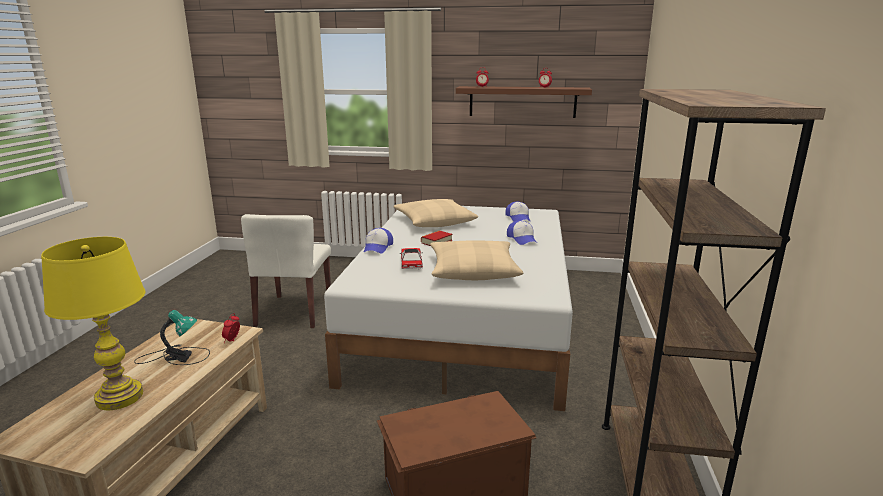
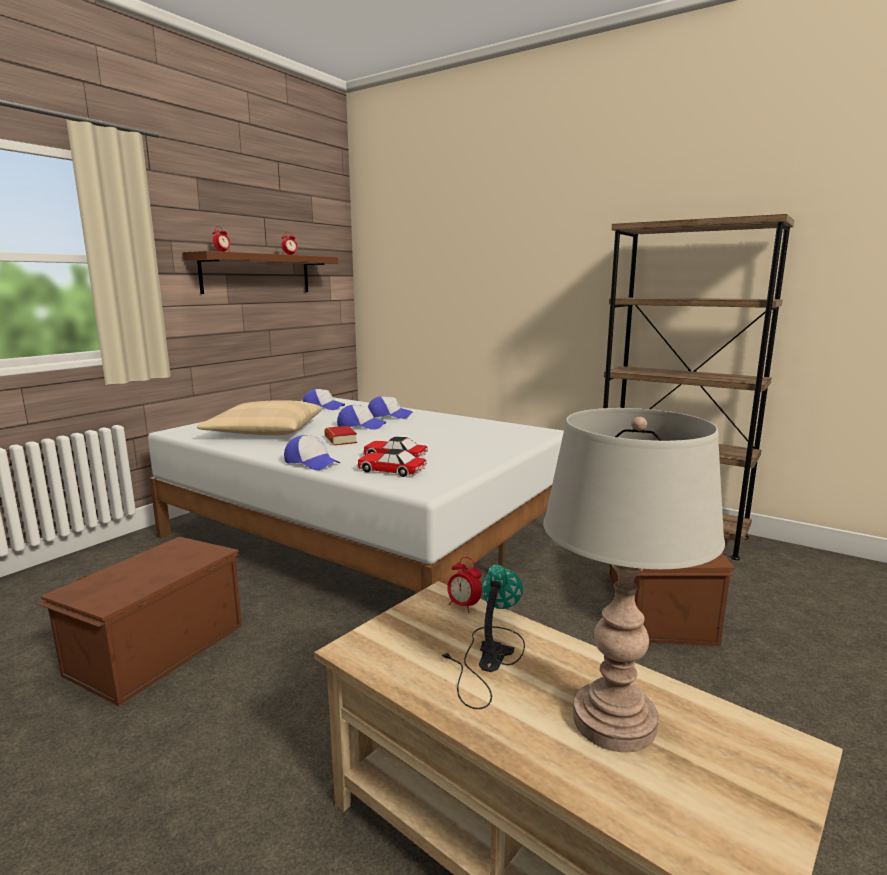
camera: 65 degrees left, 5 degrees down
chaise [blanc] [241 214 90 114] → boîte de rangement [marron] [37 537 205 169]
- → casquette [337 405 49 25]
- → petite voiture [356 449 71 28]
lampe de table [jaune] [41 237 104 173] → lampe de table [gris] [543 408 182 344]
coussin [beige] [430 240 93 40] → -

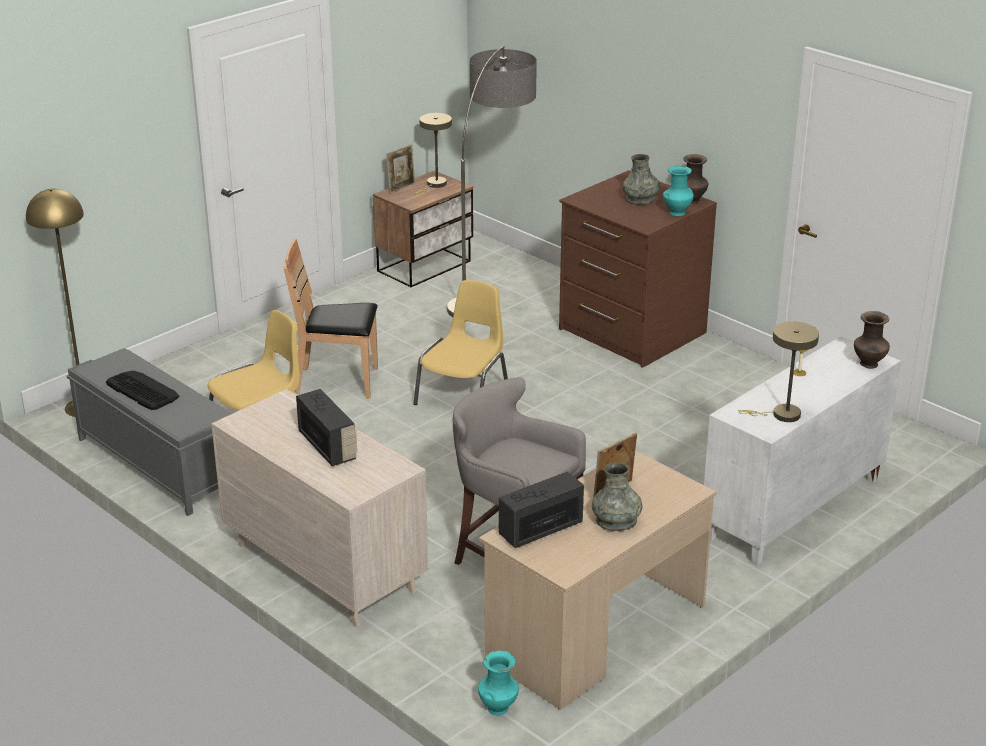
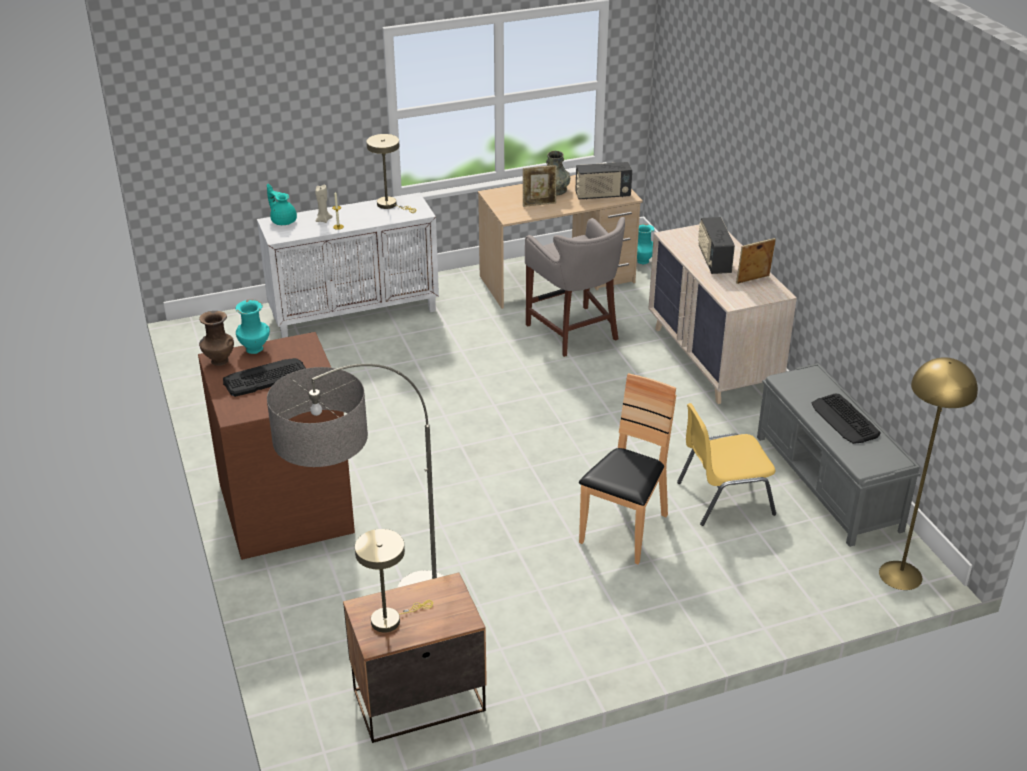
camera: 155 degrees left, 5 degrees up
vase [gris] [623 154 37 51] → clavier [223 358 83 39]
vase [marron] [854 311 36 58] → théière [turquoise] [267 184 30 41]
- → bougie [beige] [315 184 18 39]
chaise [marron] [284 239 94 159] → chaise [marron] [579 373 97 191], 90 degrees counterclockwise
cadre photo [386 144 29 50] → cadre photo [736 238 40 46], move
chaise [jaune] [413 280 95 125] → -

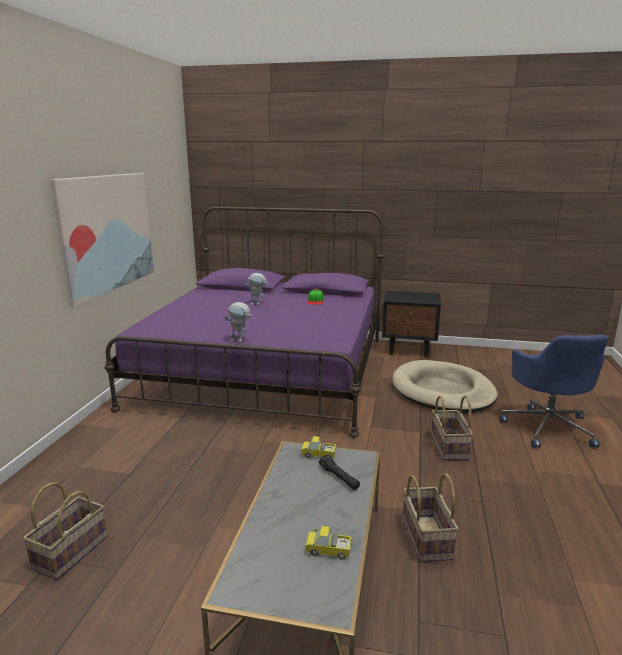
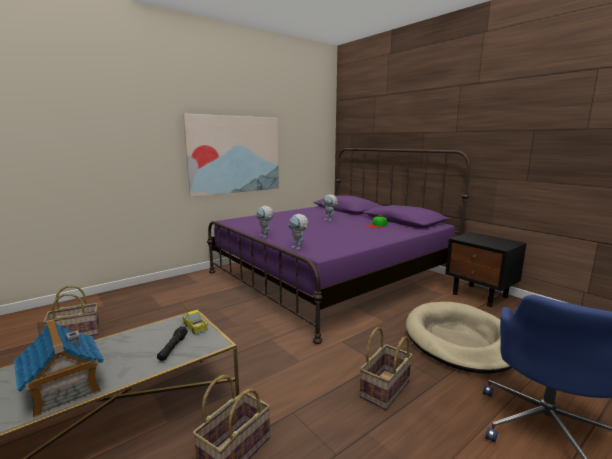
camera: 40 degrees right, 5 degrees down
camion jouet [305 526 47 34] → maison miniature [14 319 90 99]
- → robot jouet [288 214 21 36]

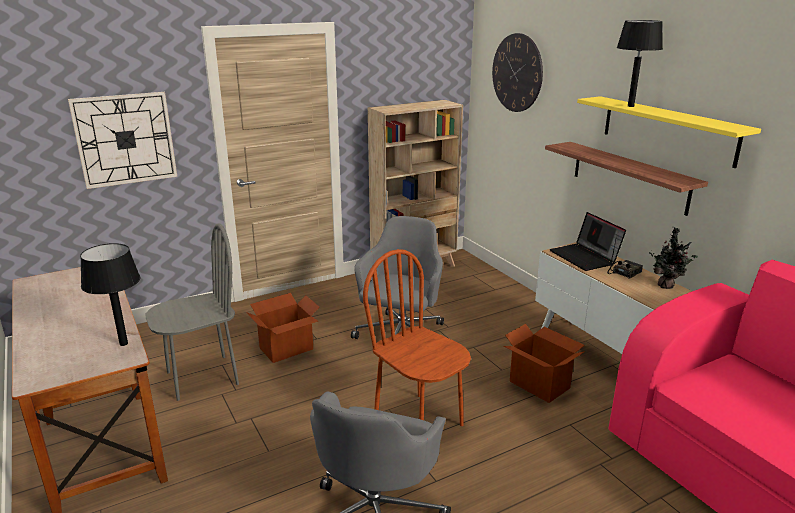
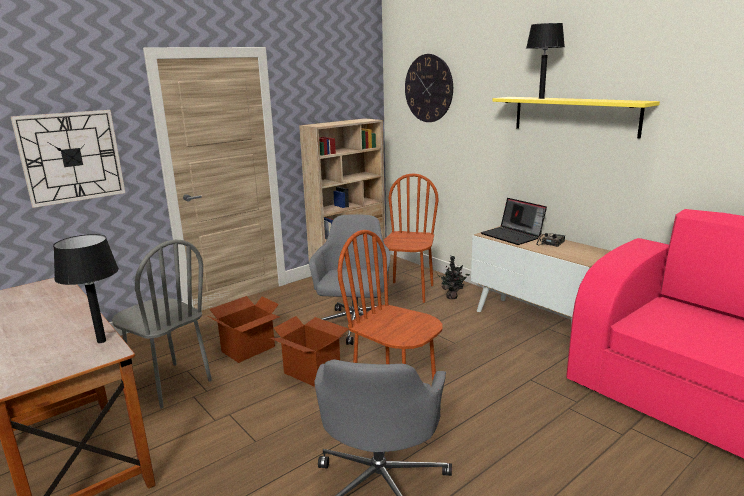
camera: 10 degrees left, 5 degrees down
chaise [gris] [146 223 93 178] → chaise [gris] [112 240 100 169], 75 degrees clockwise
carton [504 324 81 79] → carton [270 316 79 71], move
- → chaise [marron] [383 173 56 130]
plante en pot [649 227 49 62] → plante en pot [439 255 31 44], move
étagère [545 142 163 74] → -

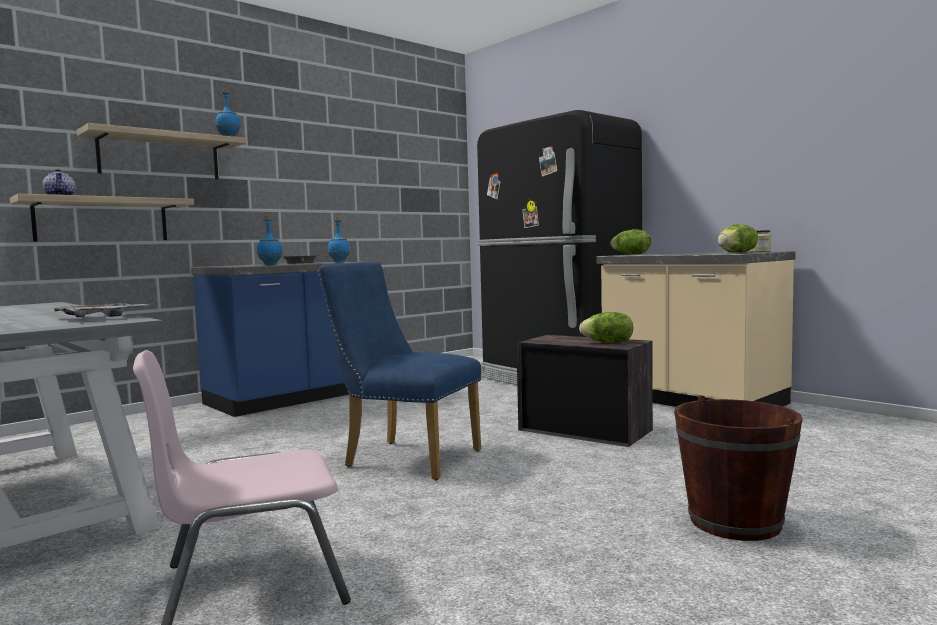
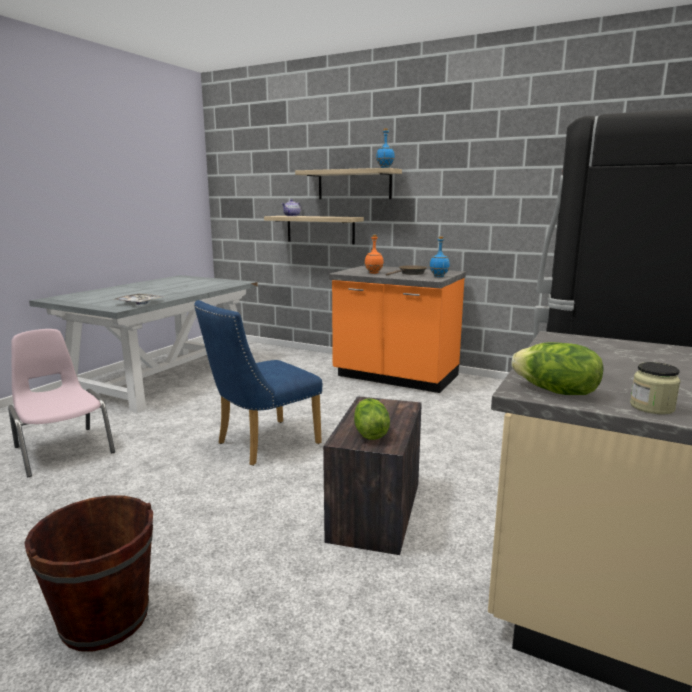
camera: 70 degrees right, 10 degrees up
chaise [bleu] [318 262 163 219] → chaise [bleu] [194 300 128 166], 135 degrees counterclockwise
comptoir de cuisine [bleu] [191 262 171 155] → comptoir de cuisine [orange] [329 265 137 128]
bouteille [bleu] [257 216 26 49] → bouteille [orange] [365 235 19 39]
laitue [610 229 41 26] → -

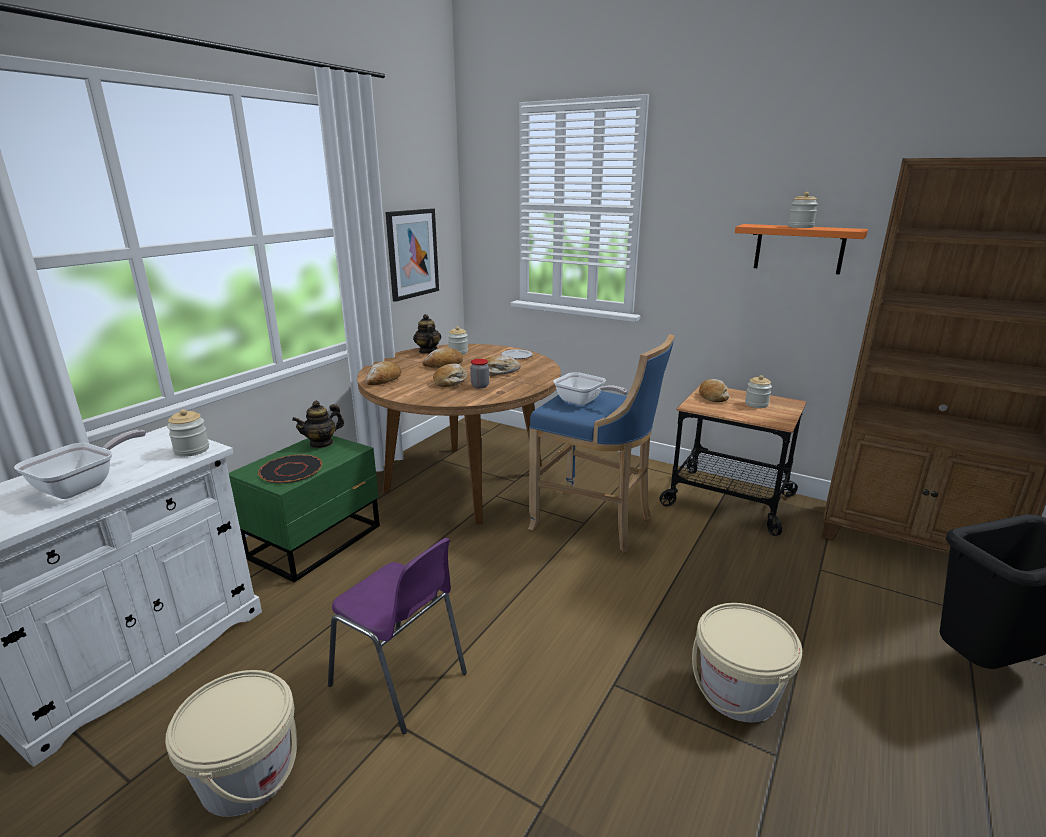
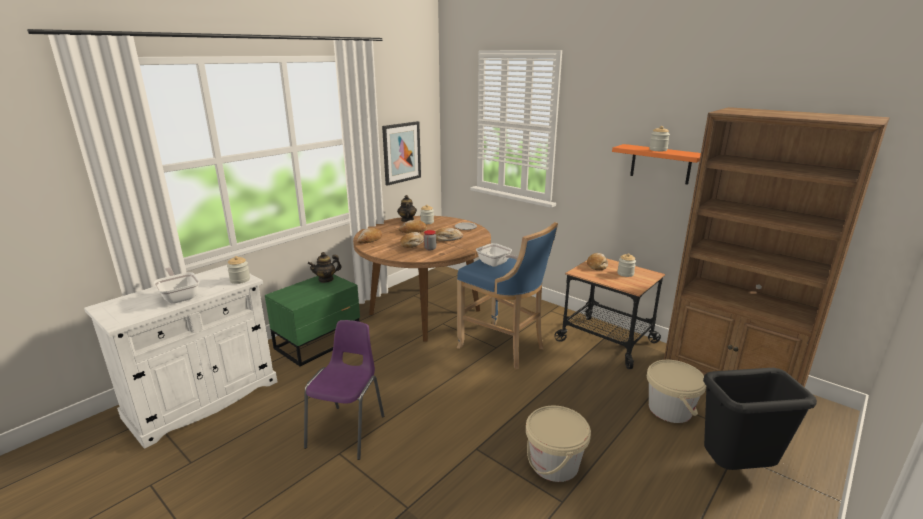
camera: 10 degrees right, 0 degrees up
poêle [14 430 132 69] → poêle [154 267 46 37], 75 degrees counterclockwise
chaise [violet] [328 538 139 196] → chaise [violet] [304 320 80 140], 120 degrees counterclockwise
seau [beige] [165 670 132 147] → seau [beige] [647 360 59 63], move
assiette [noir] [258 454 64 30] → -

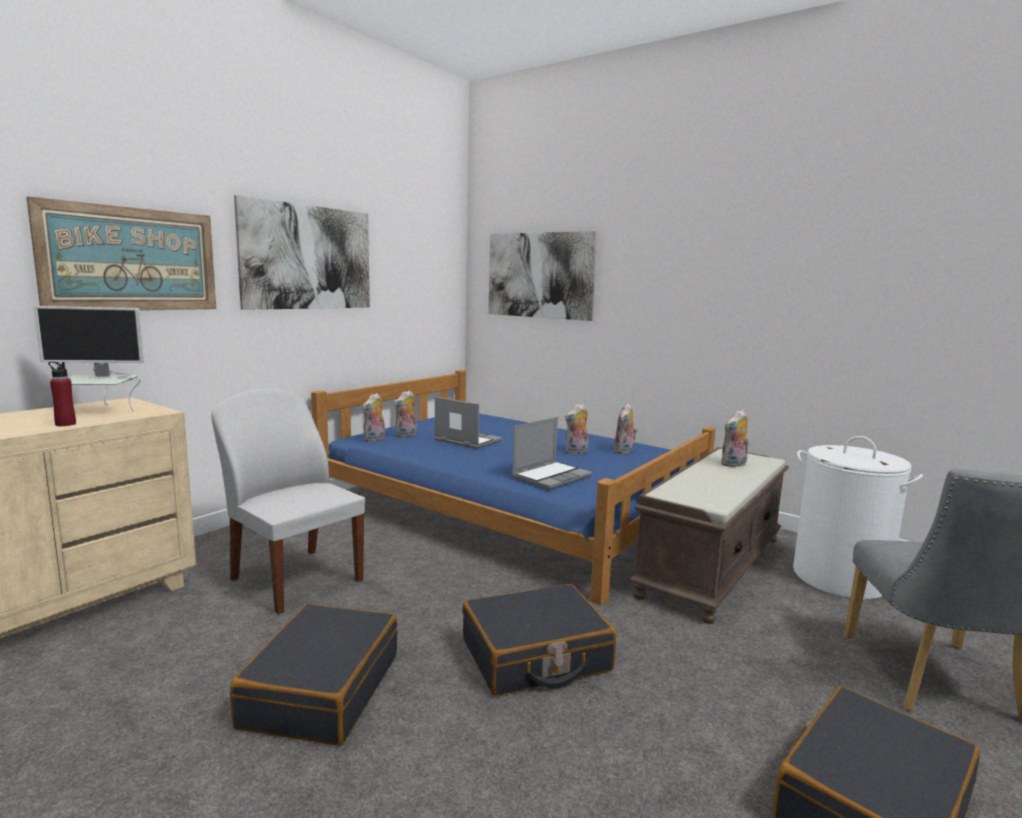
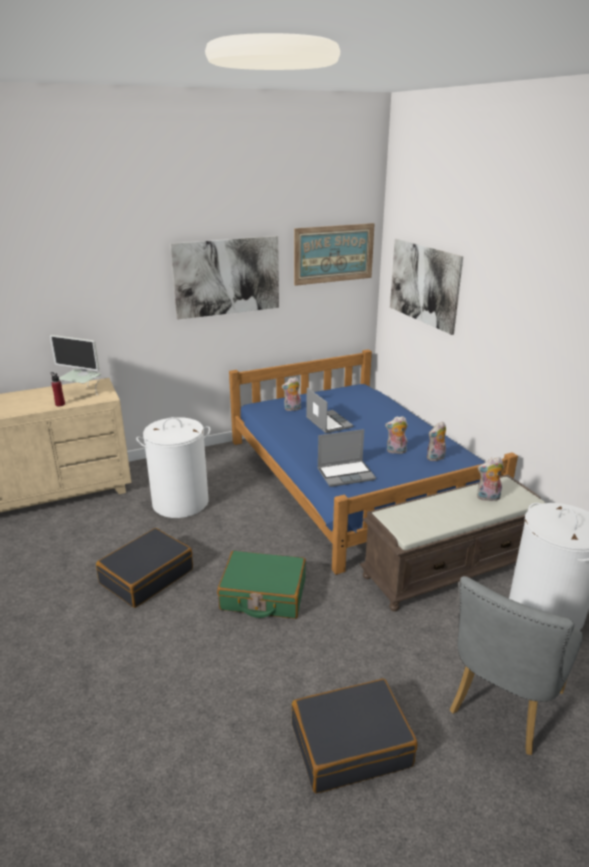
camera: 30 degrees right, 15 degrees up
chaise [blanc] [211 389 154 225] → panier à linge [blanc] [136 417 74 101]
valise [noir] [462 584 154 112] → valise [vert] [217 551 89 68]
tableau [26 196 190 115] → tableau [294 223 81 63], move
peluche [362 393 23 49] → -

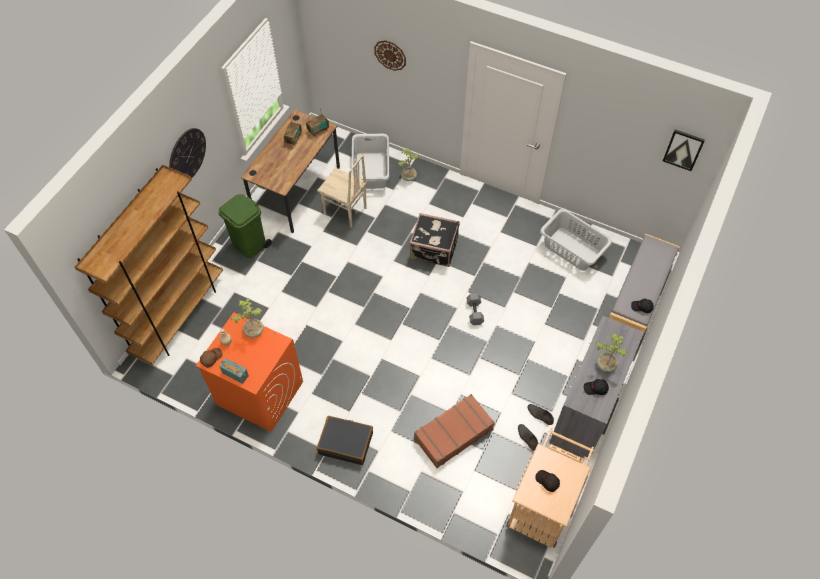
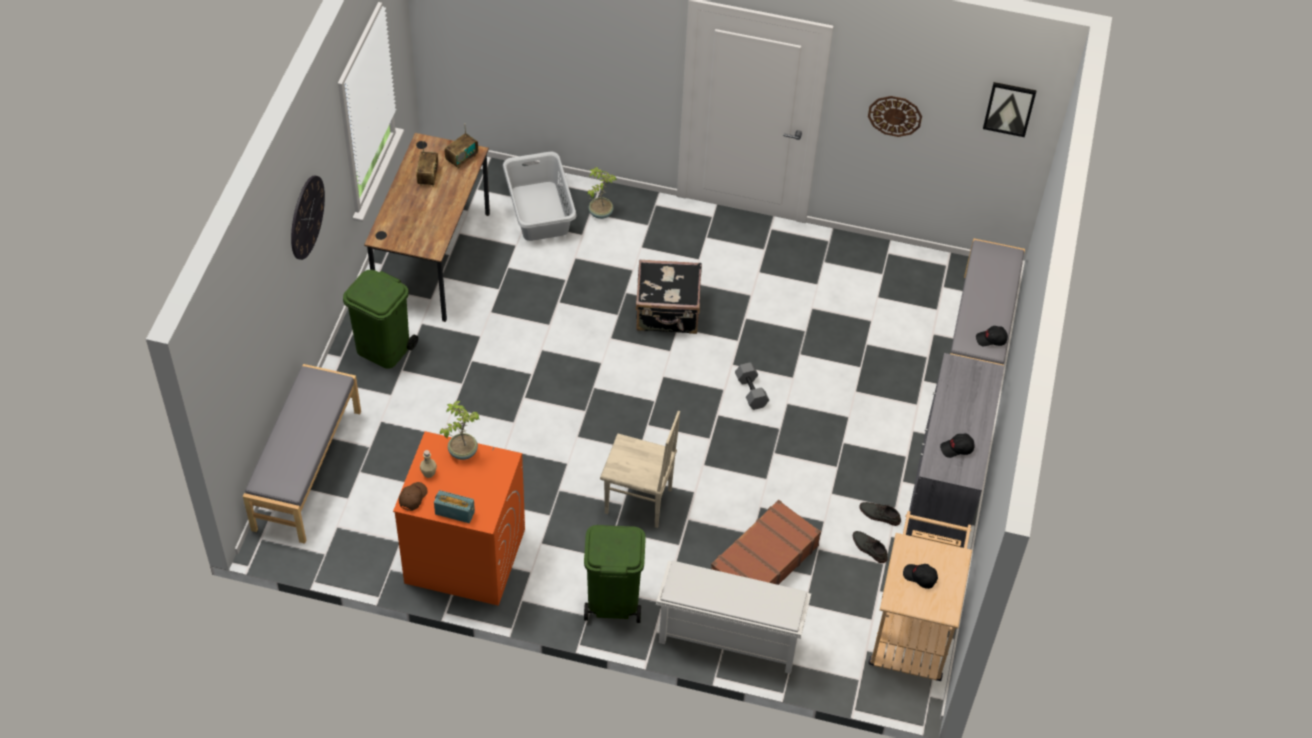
camera: 15 degrees left, 5 degrees down
bibliothèque [marron] [75 165 148 200] → banc [gris] [243 364 118 180]
valise [noir] [317 416 56 49] → poubelle [vert] [584 525 62 98]
chaise [beige] [317 154 50 74] → chaise [beige] [600 411 80 117], move
- → étagère à chaussures [blanc] [656 561 155 113]
horloge murale [374 40 32 31] → horloge murale [868 96 54 41], move
panier à linge [gris] [540 209 72 62] → -
plante en pot [596 333 31 39] → -

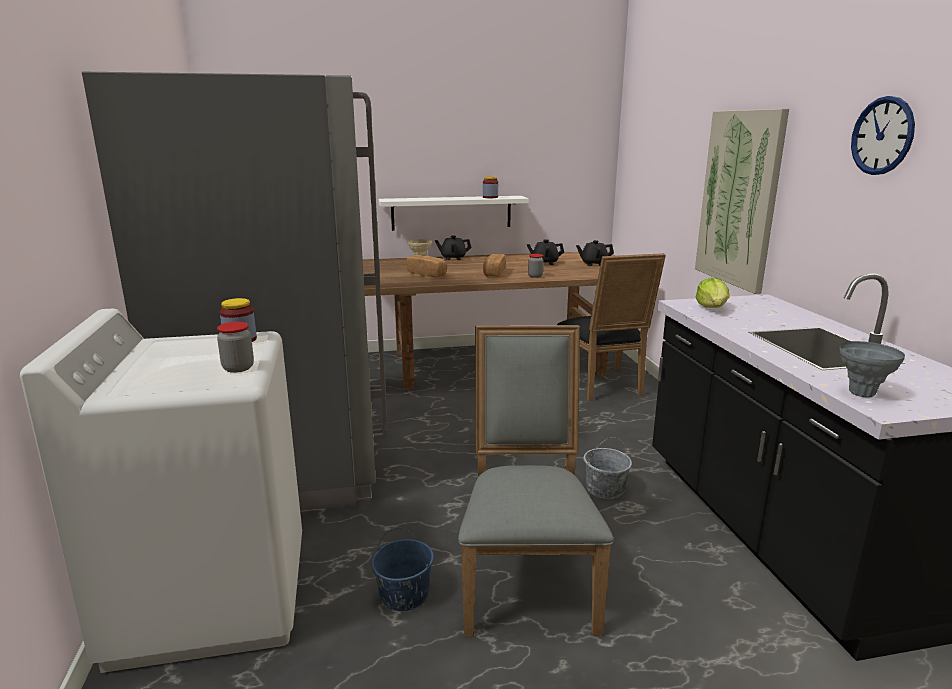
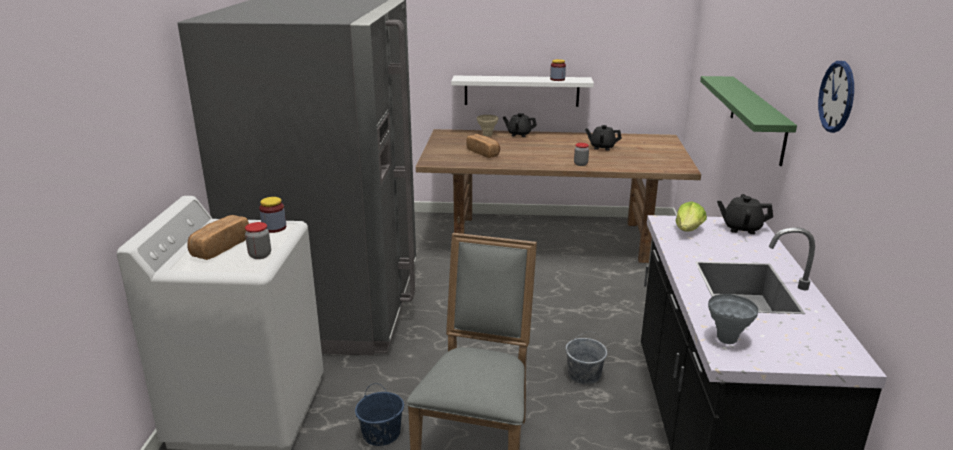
camera: 15 degrees right, 5 degrees up
pain [483 254 23 23] → pain [187 215 62 45], move
tableau [695 109 94 185] → étagère [vert] [700 76 97 90]
théière [noir] [576 240 38 26] → théière [noir] [717 194 56 40], move
chaise [noir] [557 253 109 148] → -

